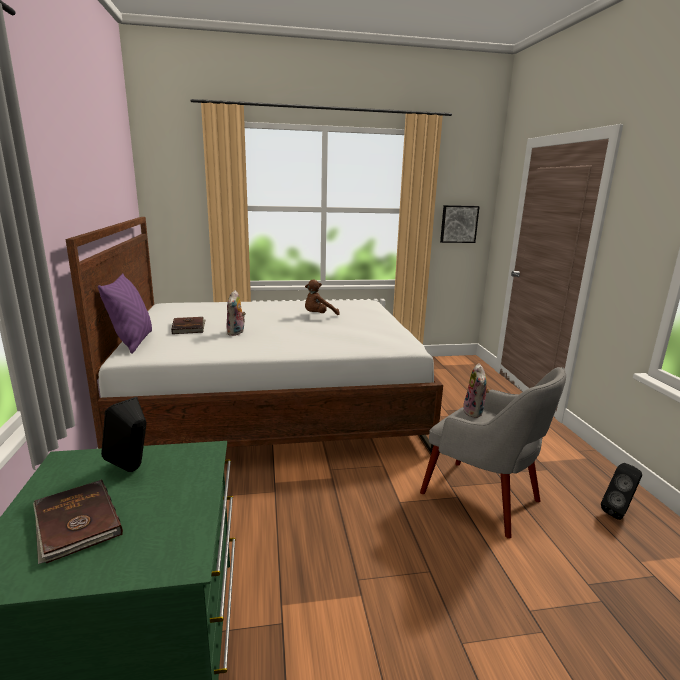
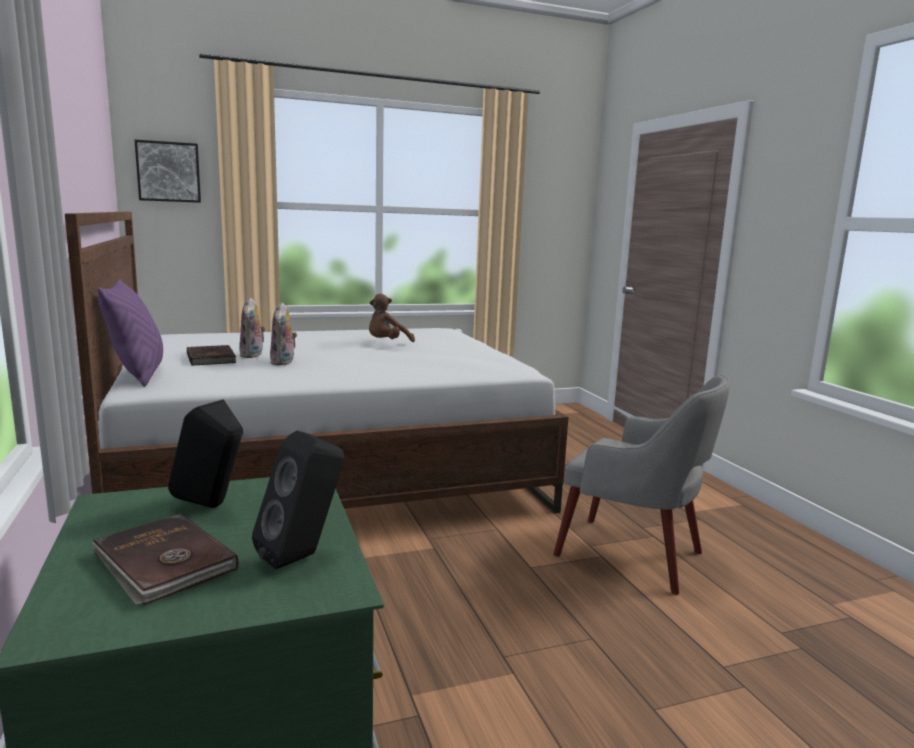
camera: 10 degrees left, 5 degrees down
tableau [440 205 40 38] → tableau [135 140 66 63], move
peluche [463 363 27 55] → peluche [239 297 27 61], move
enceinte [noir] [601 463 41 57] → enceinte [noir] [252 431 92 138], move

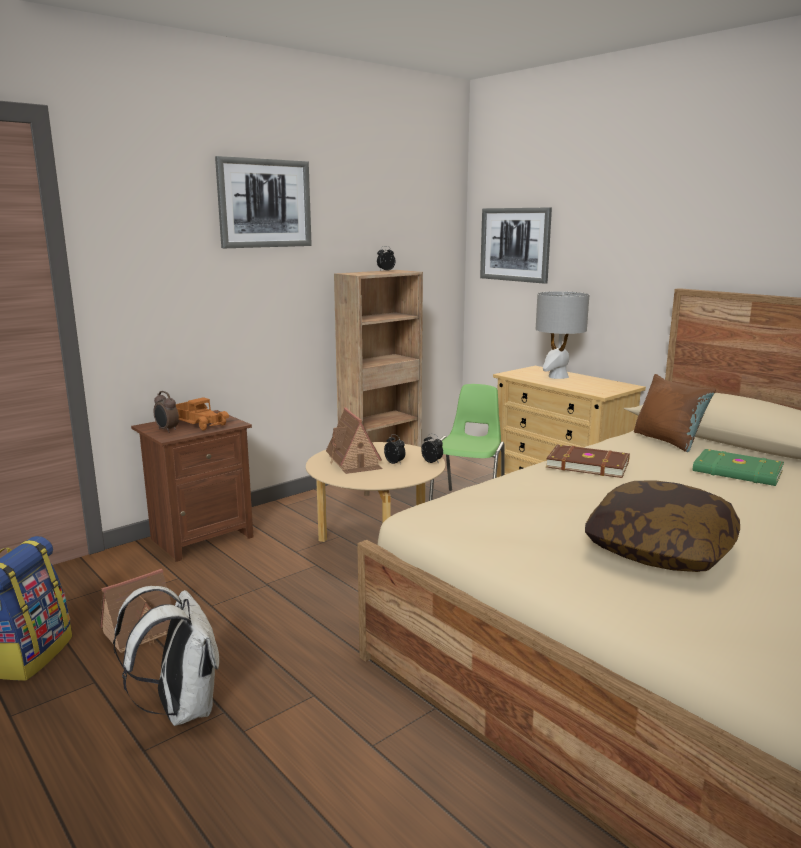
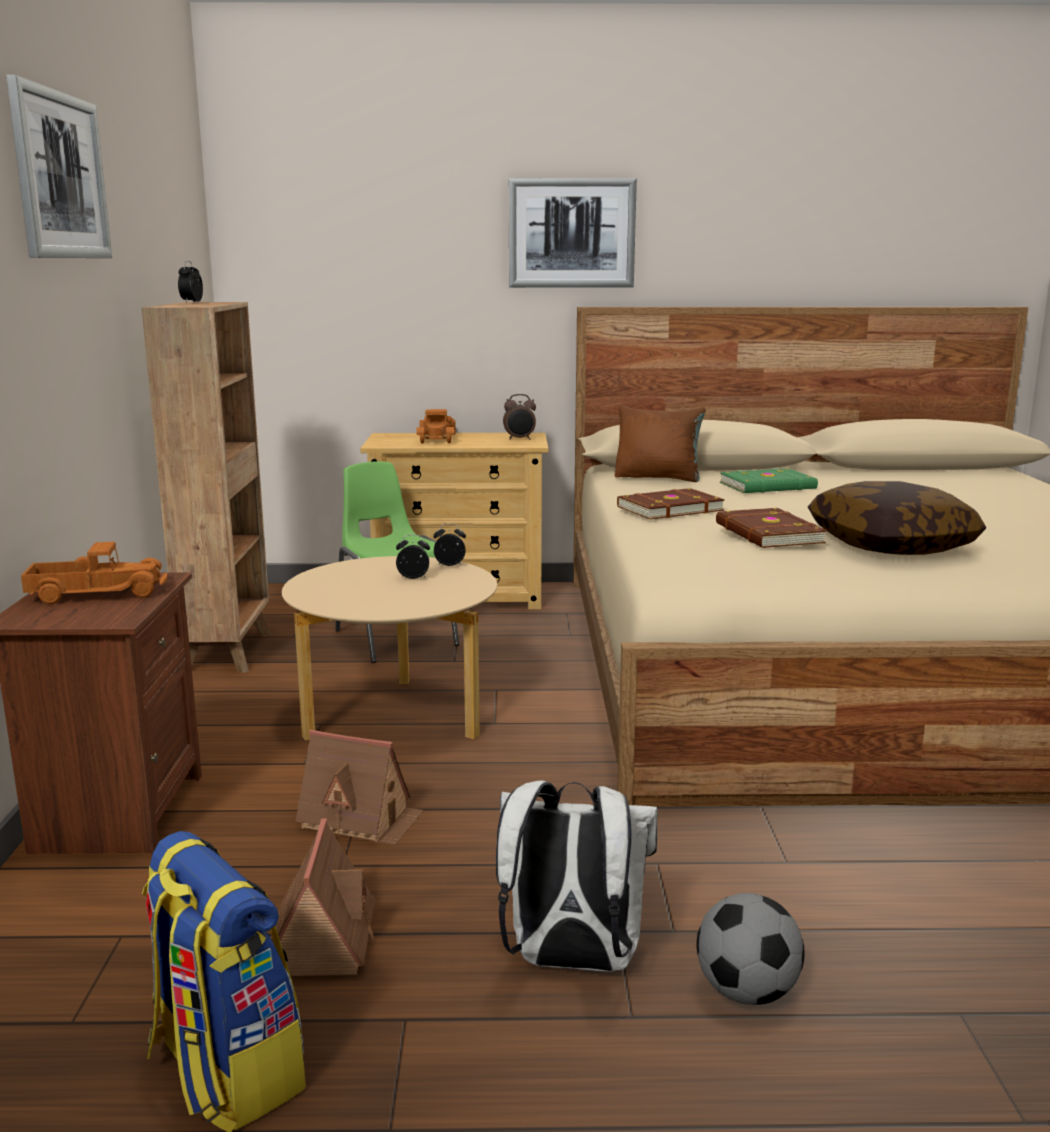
camera: 50 degrees left, 0 degrees up
maison miniature [326 407 57 67] → maison miniature [296 730 128 115], move
lampe de table [gris] [536 291 54 88] → camion jouet [416 409 40 35]
réveil [154 391 25 42] → réveil [503 394 33 46], move
tableau [480 208 72 76] → tableau [509 178 128 110], move
- → ballon de foot [697 893 108 112]
- → livre [marron] [716 508 111 40]

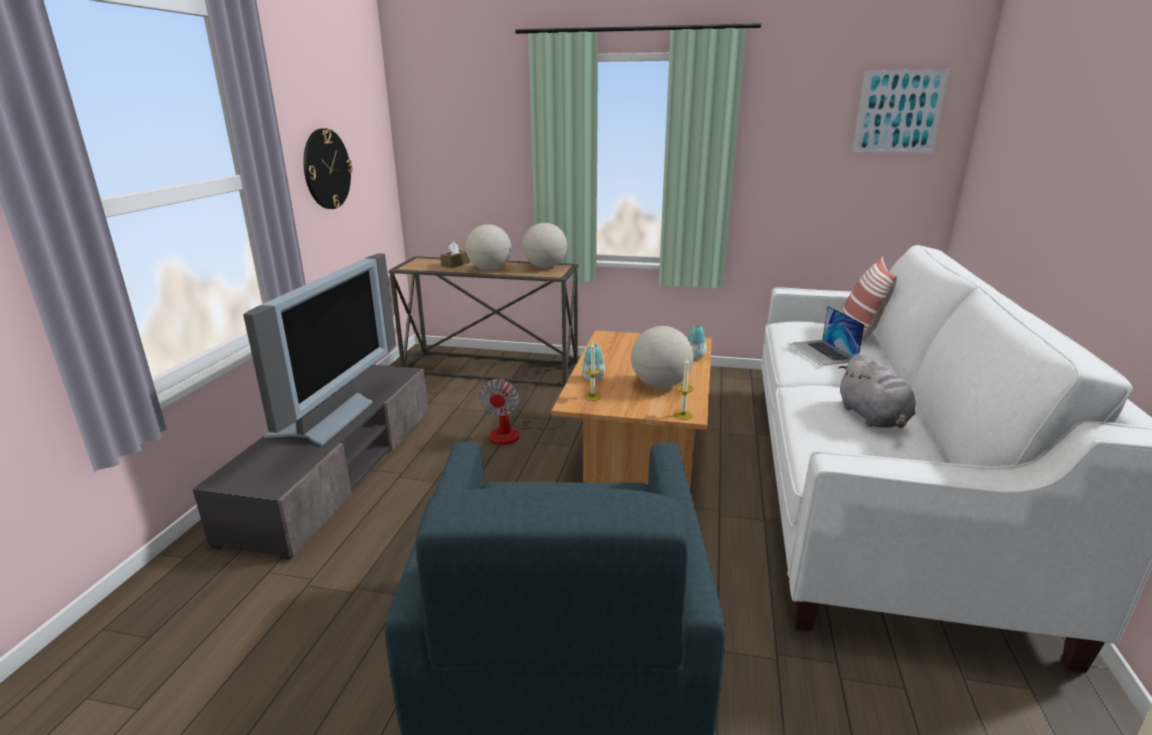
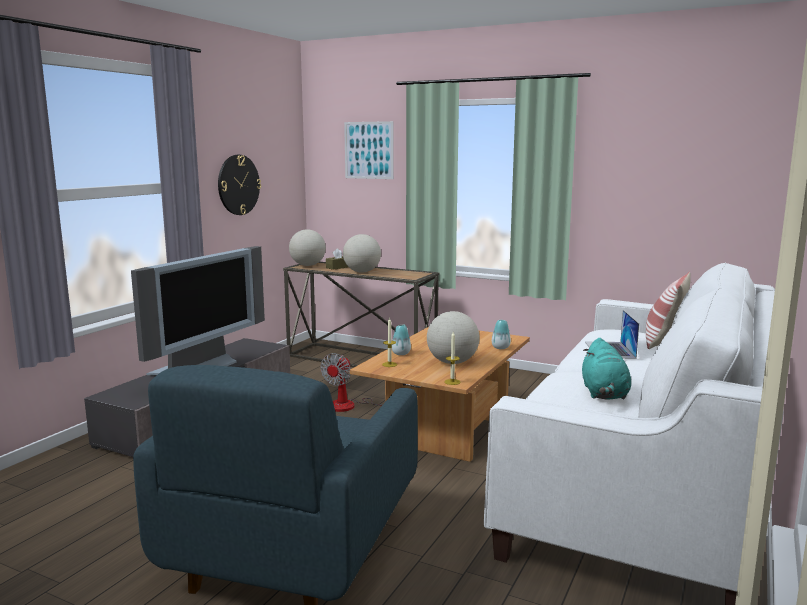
camera: 15 degrees right, 10 degrees down
globe [522 223 45 45] → globe [289 229 37 37], move
tableau [853 69 97 84] → tableau [344 121 50 58], move
peluche [gris] [838 353 78 75] → peluche [turquoise] [582 338 49 62]

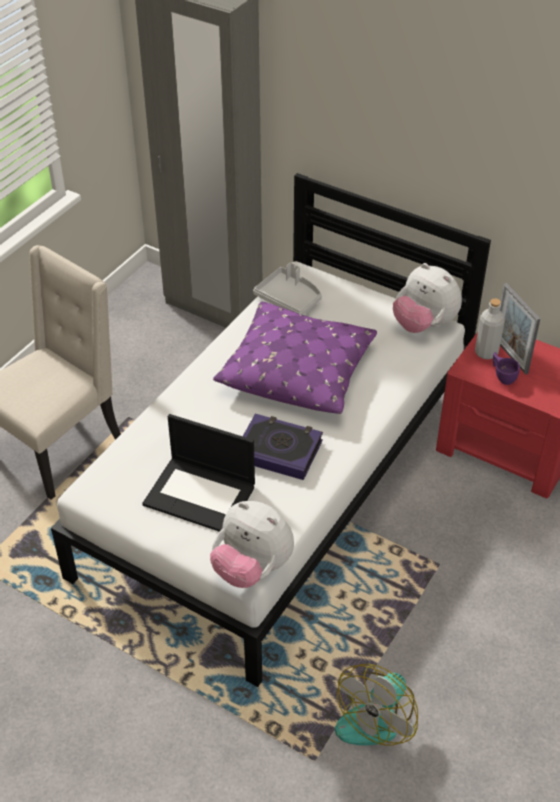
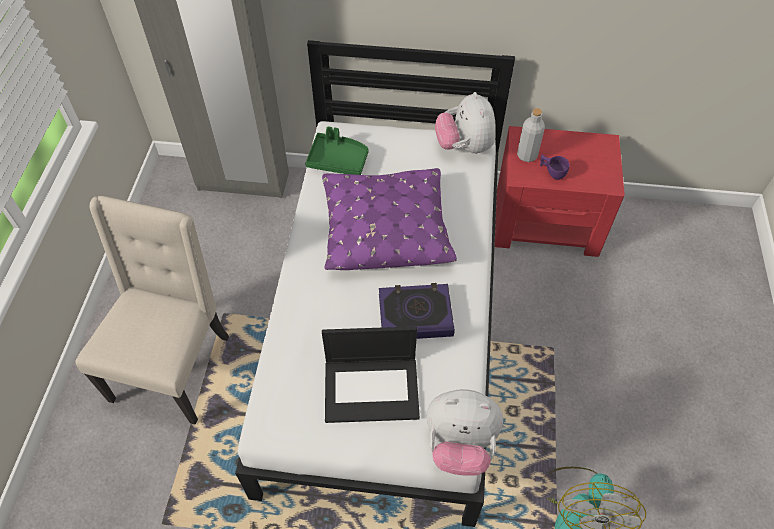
camera: 25 degrees left, 10 degrees up
plateau [gris] [253 262 69 53] → plateau [vert] [305 126 64 49]
peluche [393 263 69 70] → peluche [435 92 61 62], 60 degrees clockwise
cadre photo [500 283 40 91] → -

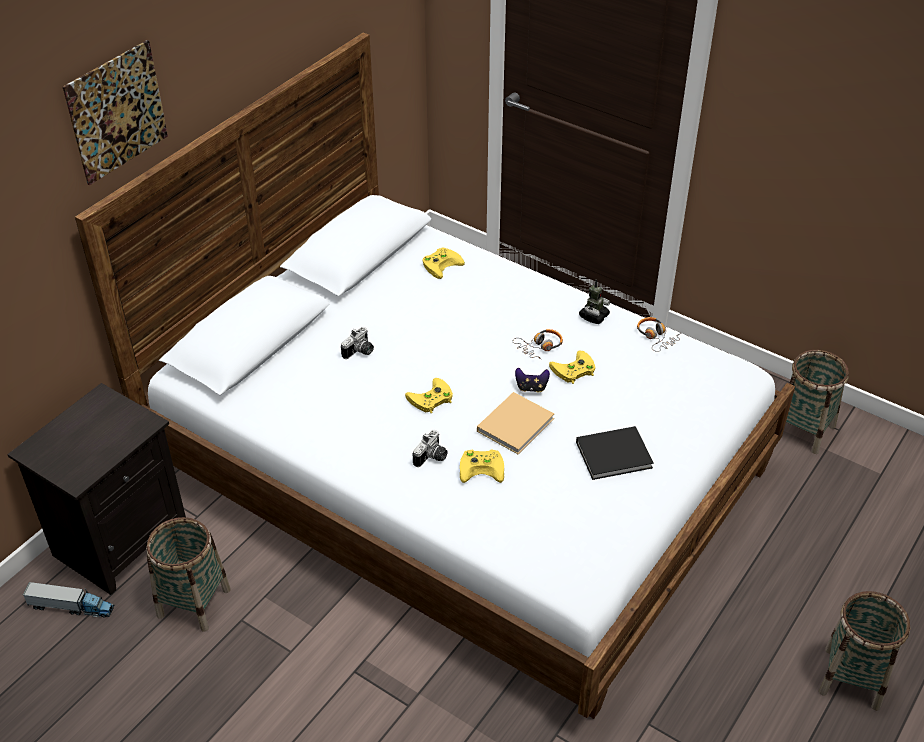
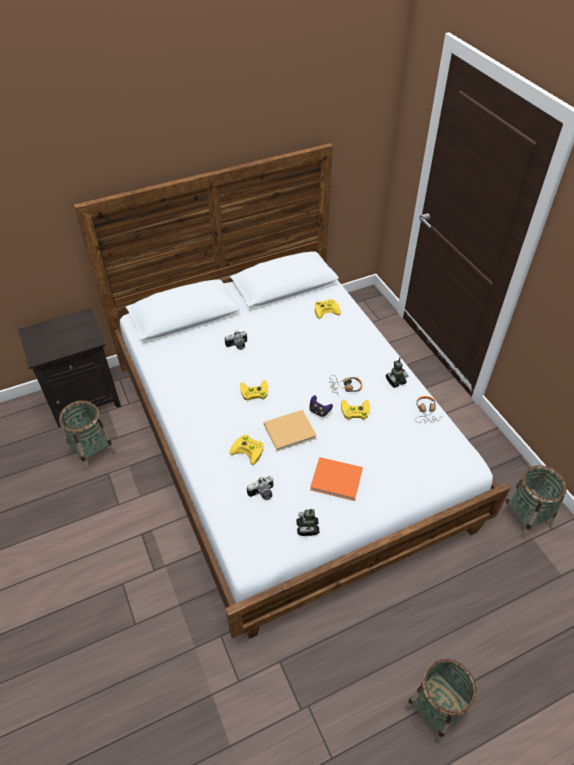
camera: 30 degrees right, 5 degrees up
appareil photo [413 430 35 37] → appareil photo [247 476 27 24], move
- → robot jouet [296 509 24 27]
livre [noir] [576 426 78 54] → livre [orange] [310 457 53 44]
camion jouet [23 582 92 35] → -
tableau [63 40 105 145] → -

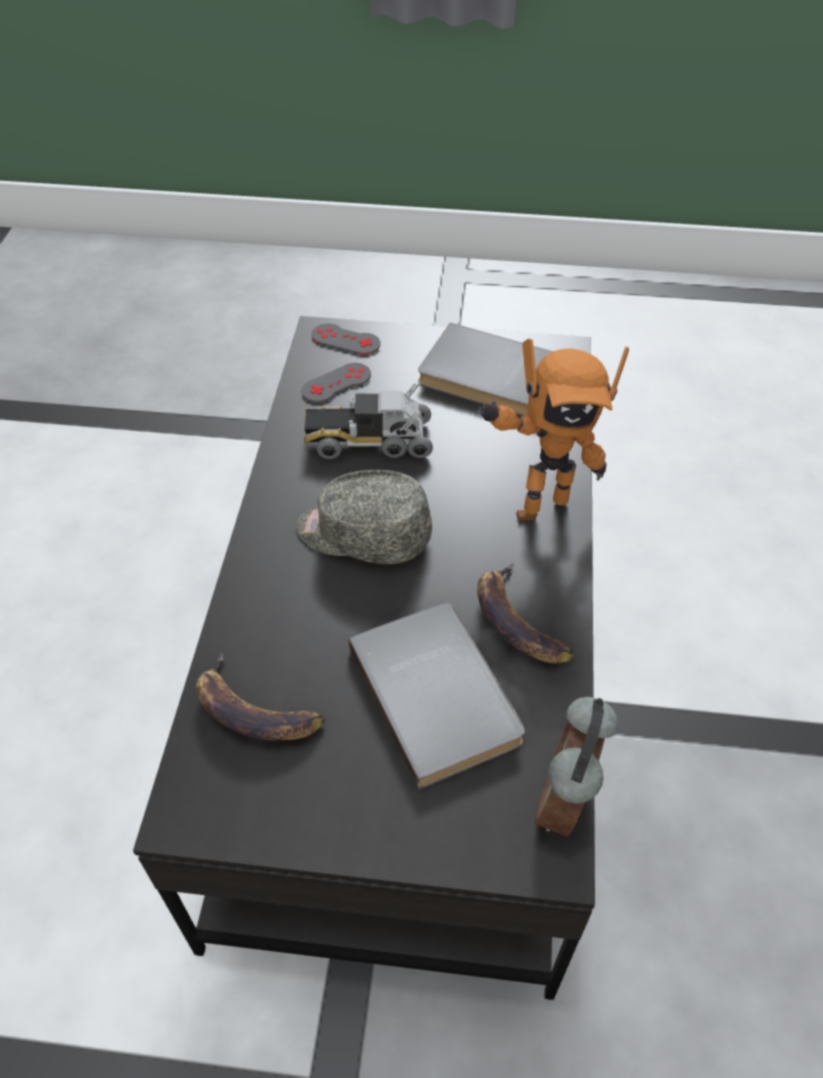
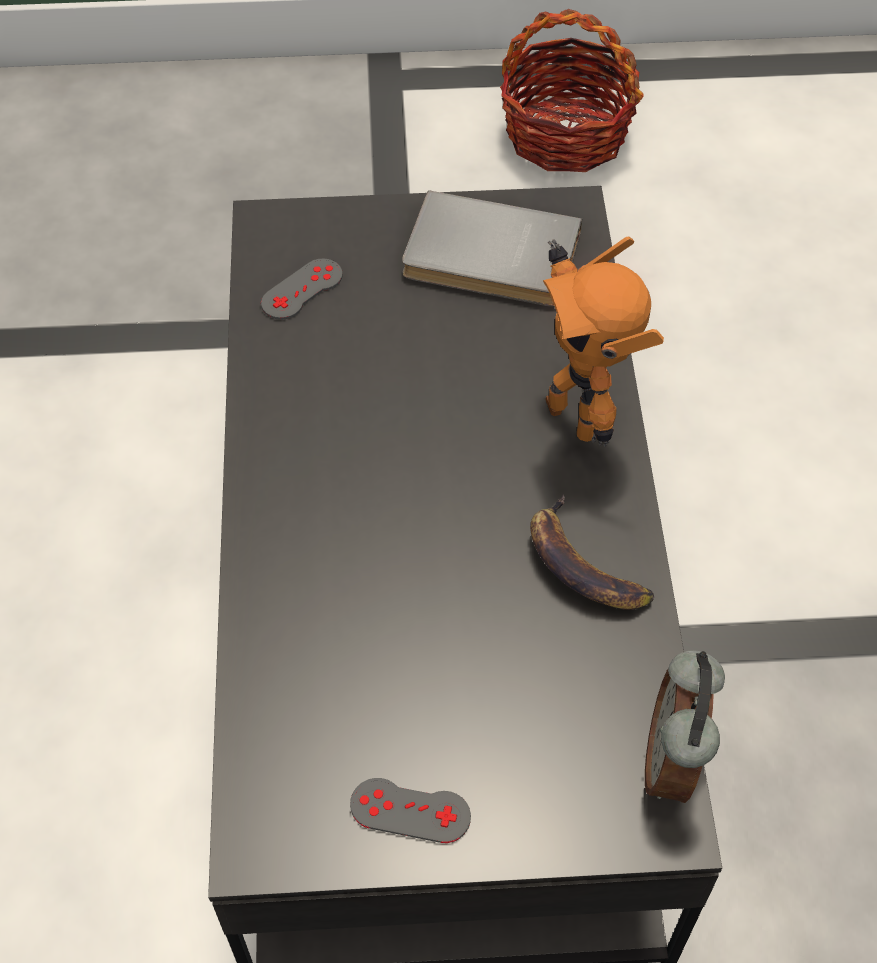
camera: 10 degrees left, 5 degrees up
manette [gris] [311 324 69 31] → manette [gris] [350 778 121 65], move
- → panier [500 9 144 163]
robot jouet [477 339 152 182] → robot jouet [543 236 121 211], 90 degrees clockwise
banane [196 653 129 87] → -
casquette [gris] [297 470 135 94] → -
camion jouet [304 383 129 76] → -
livre [gris] [348 602 177 187] → -

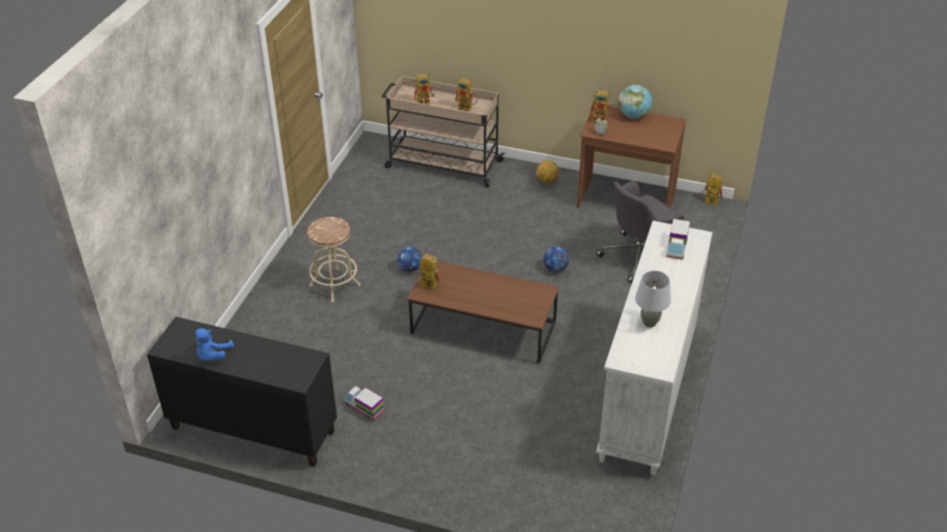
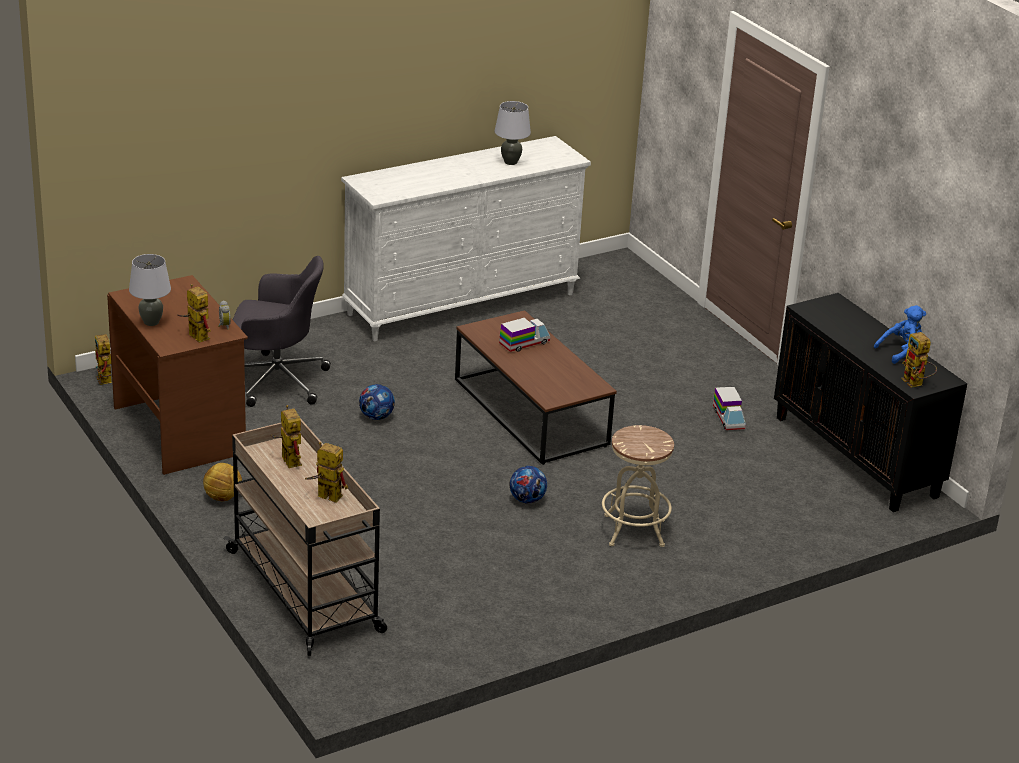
camera: 140 degrees left, 10 degrees down
globe [618 85 34 34] → lampe de table [gris] [129 254 42 72]
camion jouet [666 219 24 41] → camion jouet [499 318 51 34], move
robot jouet [413 253 28 38] → robot jouet [901 332 36 56], move

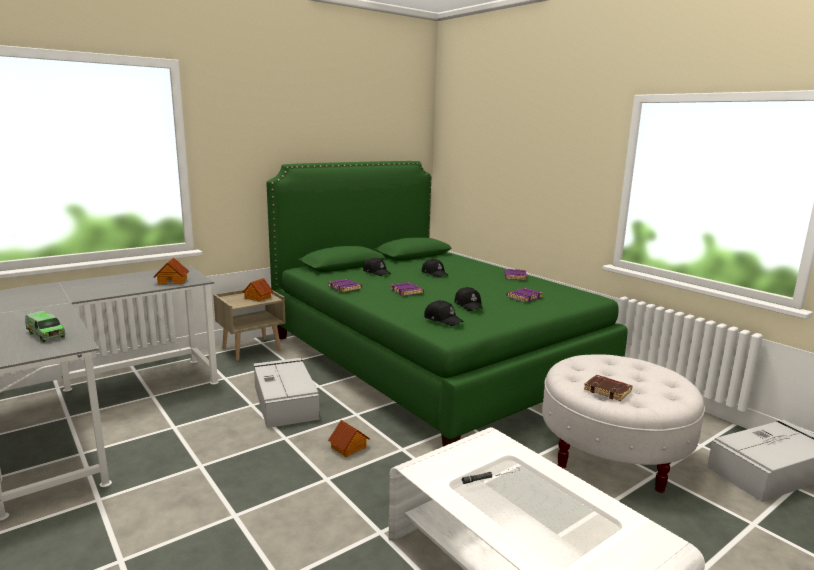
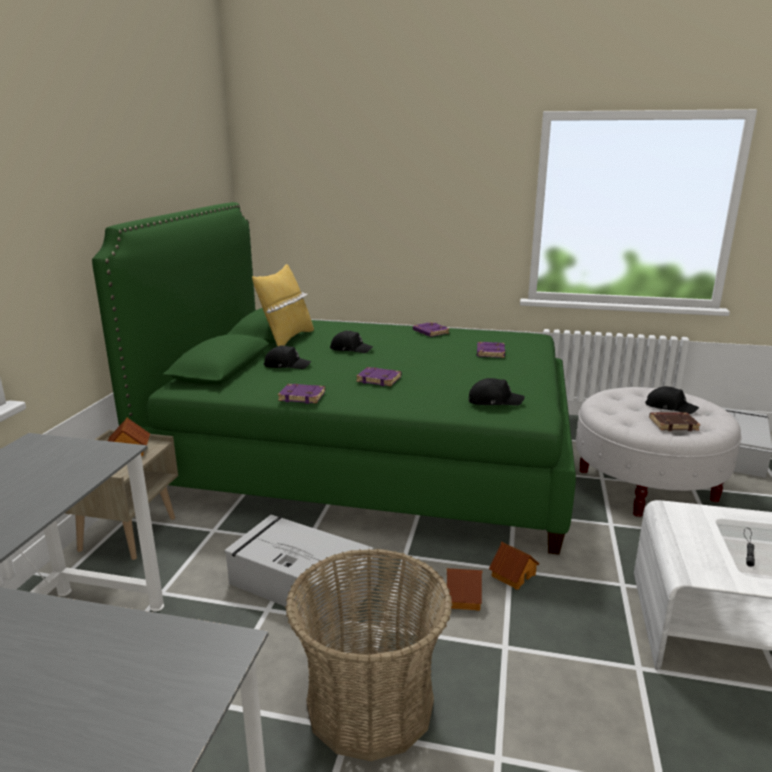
camera: 40 degrees left, 5 degrees up
- → coussin [jaune] [252 264 62 82]
- → panier [285 549 167 212]
maison miniature [154 258 35 26] → maison miniature [489 542 50 48], move
casquette [noir] [454 287 29 24] → casquette [noir] [645 386 54 28], move
camion jouet [25 311 41 32] → -

